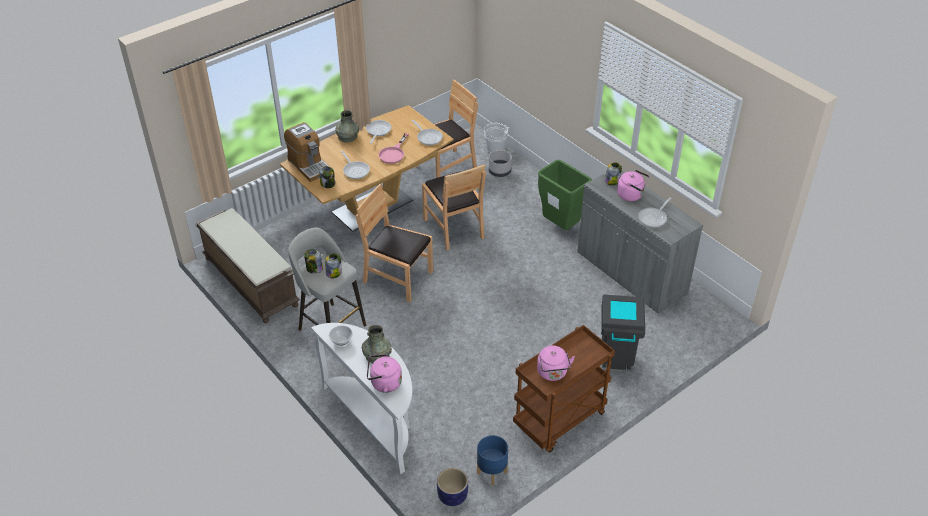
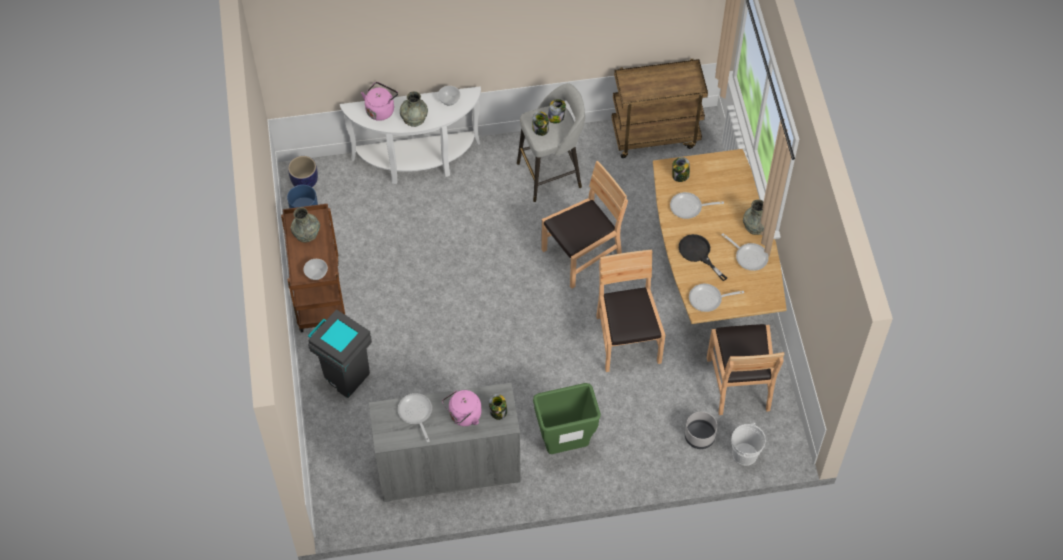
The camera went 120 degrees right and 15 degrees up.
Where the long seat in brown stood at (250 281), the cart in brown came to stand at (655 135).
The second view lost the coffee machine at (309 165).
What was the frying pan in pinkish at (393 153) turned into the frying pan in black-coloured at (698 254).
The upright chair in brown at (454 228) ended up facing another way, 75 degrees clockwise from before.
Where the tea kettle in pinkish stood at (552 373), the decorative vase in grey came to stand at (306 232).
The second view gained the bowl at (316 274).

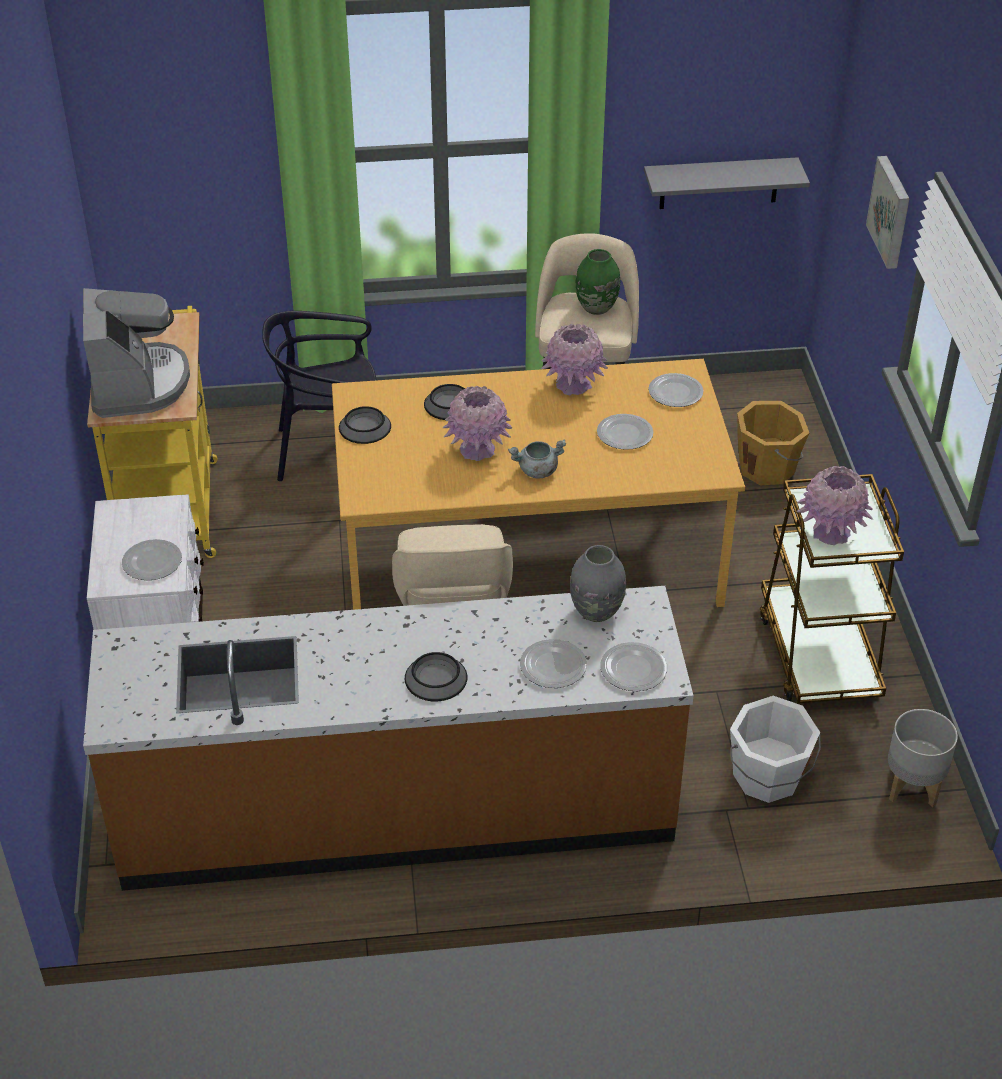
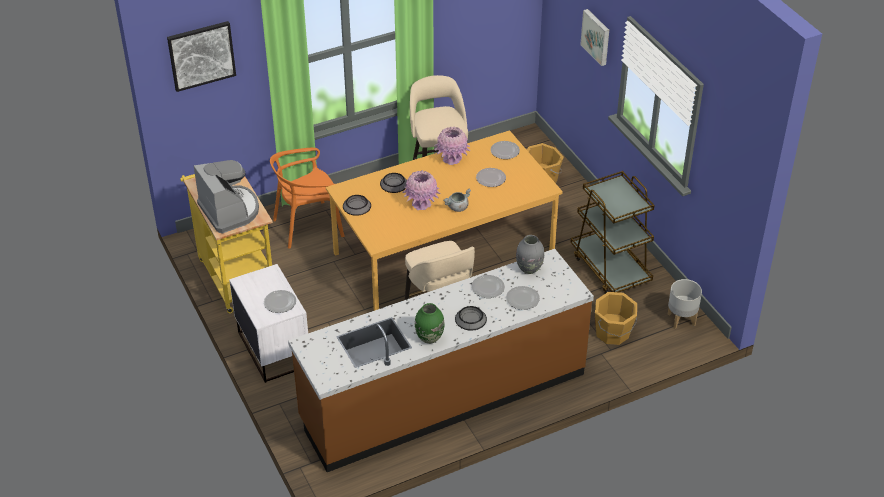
The camera went 20 degrees left and 0 degrees up.
What was the upright chair in black-coloured at (330 452) turned into the upright chair in orange at (308 226).
The decorative vase in green-coloured ended up elsewhere, having gone from (596 308) to (429 338).
The dinner plate ended up elsewhere, having gone from (633 668) to (487 287).
The second view lost the shelf in grey at (719 183).
What was the bucket in white at (767 777) turned into the bucket in orange at (613 333).
The second view lost the decorative vase in pinkish at (830 532).
The second view gained the wall art at (201 55).

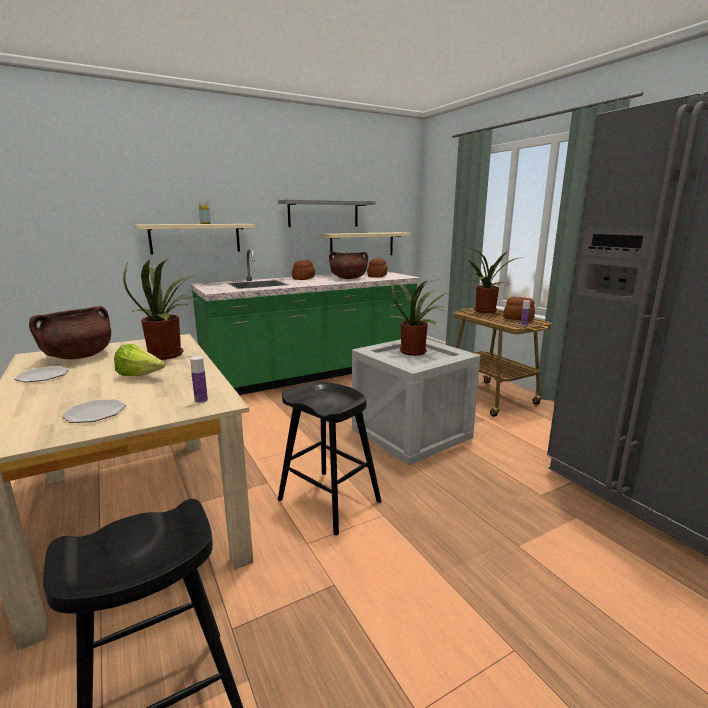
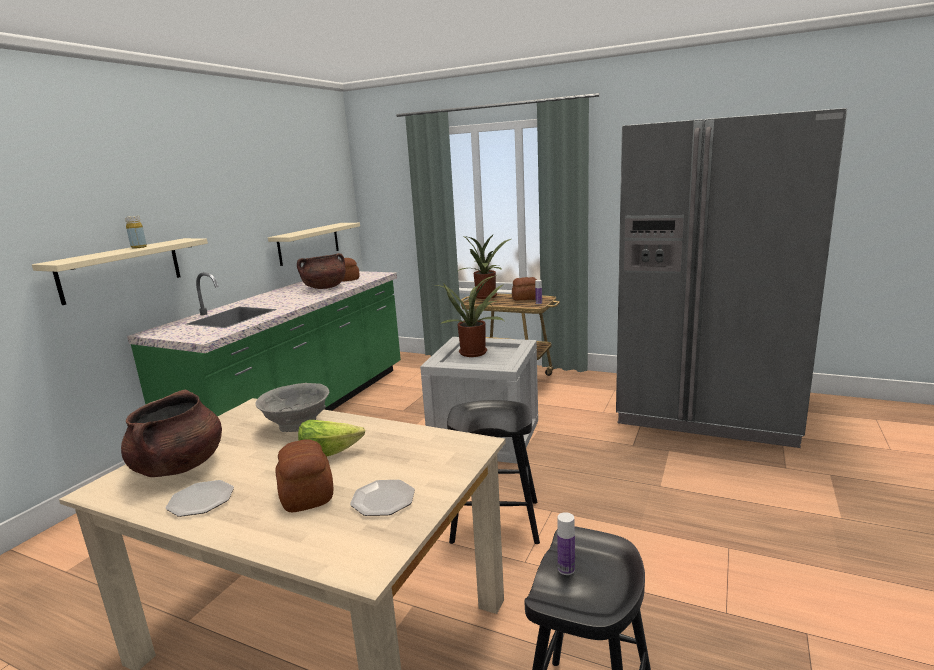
The camera went 35 degrees left and 0 degrees up.
Where the potted plant stood at (169 355), the bowl in grey came to stand at (297 425).
The bottle ended up elsewhere, having gone from (201 400) to (566 569).
The second view lost the shelf in grey at (323 214).
The bread ended up elsewhere, having gone from (303 278) to (306 494).

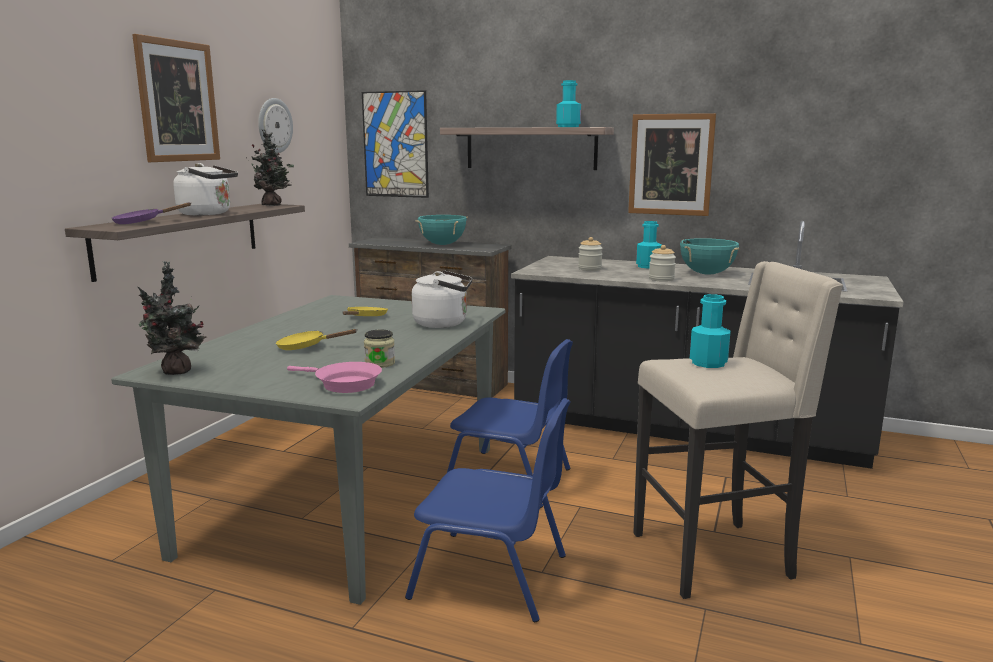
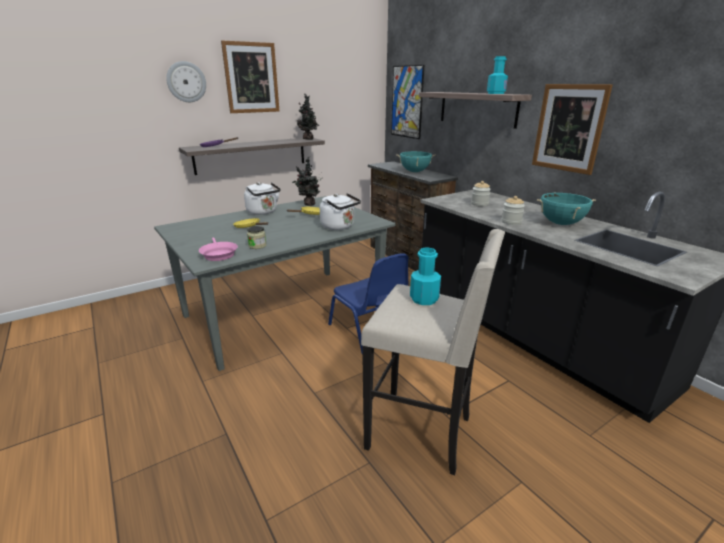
The camera went 35 degrees right and 10 degrees up.
The potted plant ended up elsewhere, having gone from (176 372) to (309 204).
The tea kettle in white ended up elsewhere, having gone from (208 214) to (263 212).
The wall clock ended up elsewhere, having gone from (274 125) to (186 82).
The second view lost the upright chair in bluish at (492 576).
The second view lost the bottle in turquoise at (648 266).

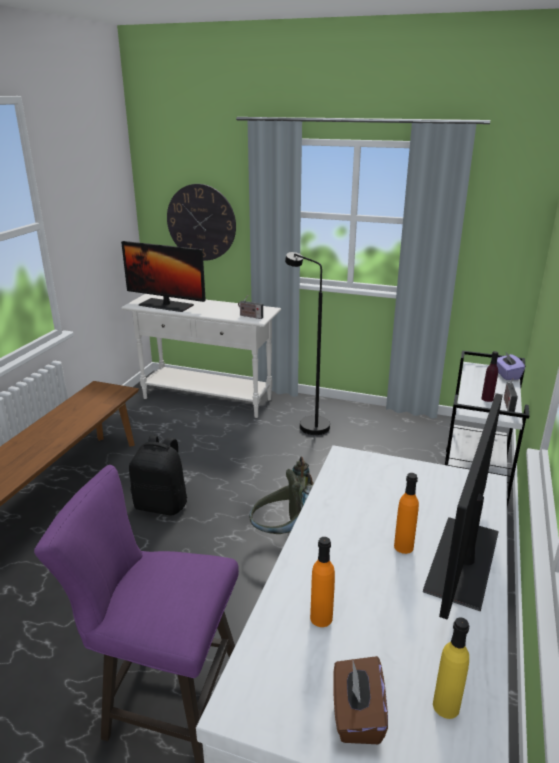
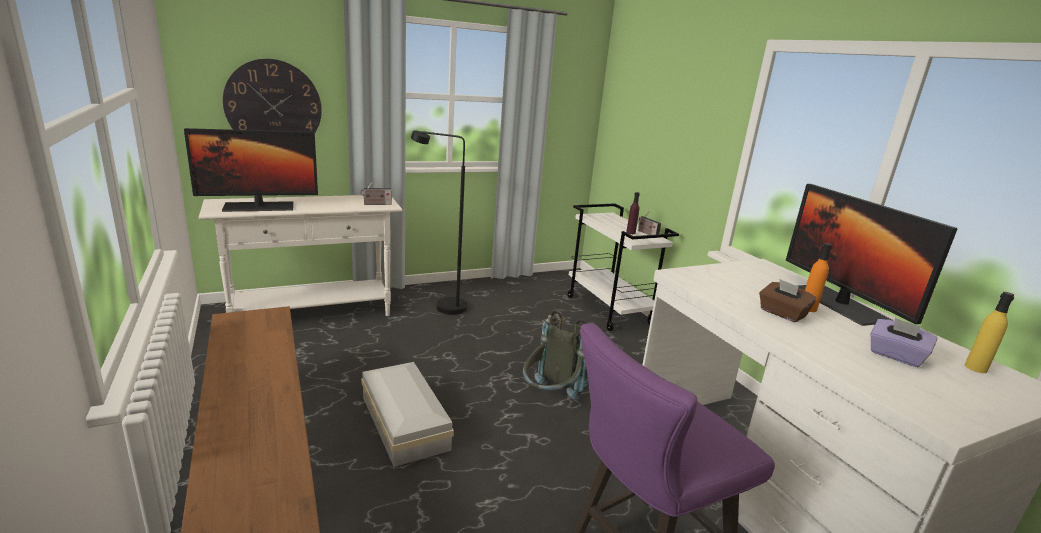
The camera went 45 degrees left and 5 degrees down.
Where the backpack in black-coloured stood at (162 505), the storage container in white came to stand at (405 421).
The second view lost the bottle in orange at (321 618).
The box of tissues in brown ended up elsewhere, having gone from (357 715) to (782 313).
The box of tissues in purple ended up elsewhere, having gone from (506 375) to (895 356).

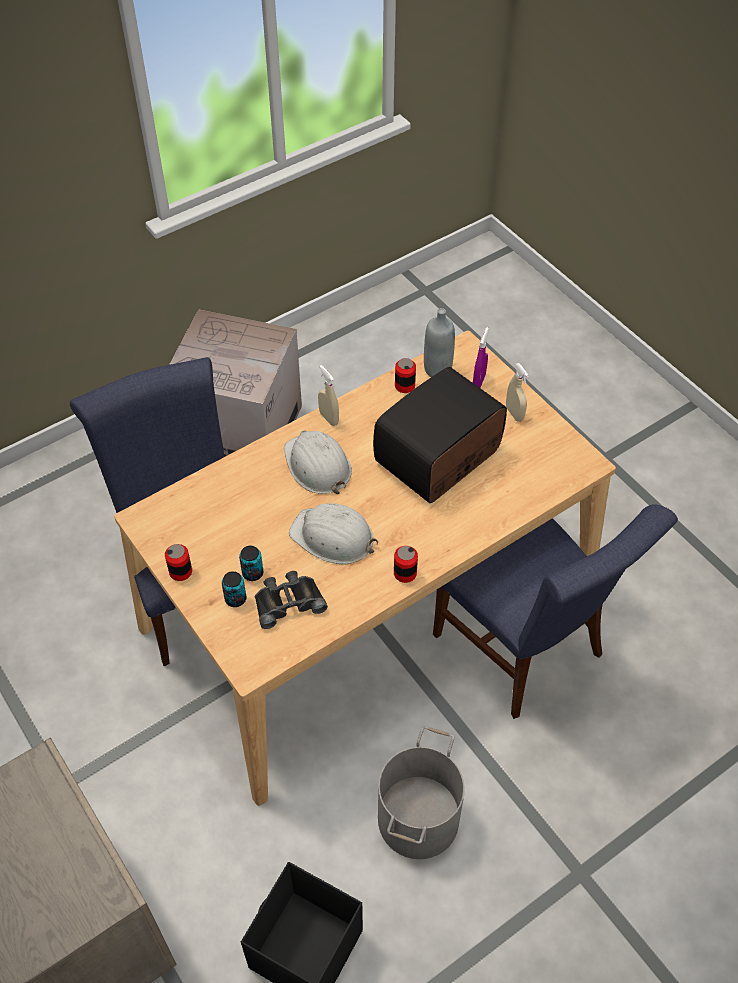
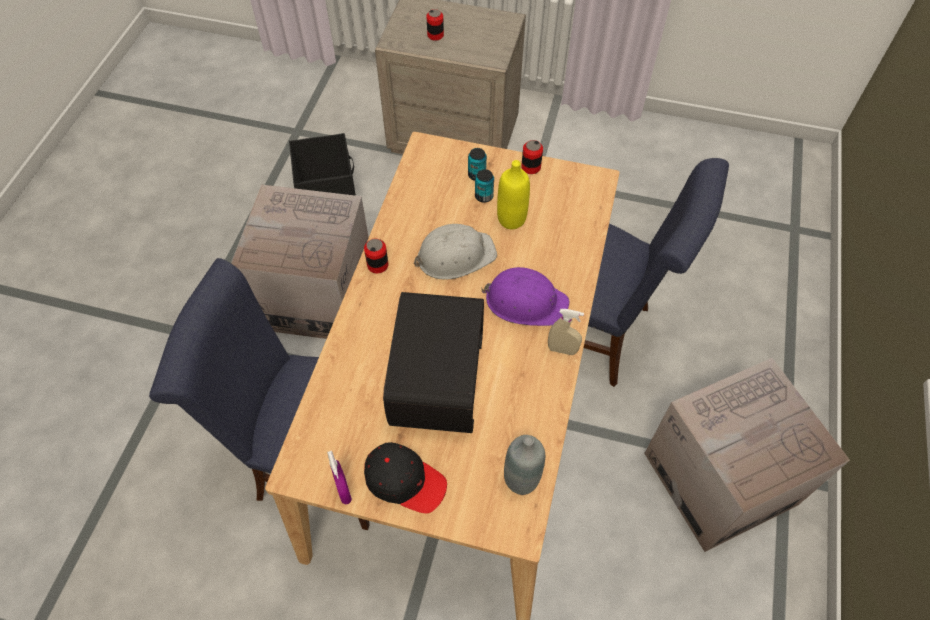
The camera went 140 degrees right and 5 degrees up.
The second view lost the pair of binoculars in black-coloured at (288 601).
What was the hard hat in white at (317 465) turned into the hard hat in purple at (525 301).
Where the bucket in grey stood at (417 818), the cardboard box came to stand at (316 295).
The sealed can ended up elsewhere, having gone from (404 386) to (435 35).
The spray bottle in purple ended up elsewhere, having gone from (479 381) to (344 490).
Where the spray bottle in sand-coloured stood at (514 413), the baseball cap in black-coloured came to stand at (405 480).
The second view gained the bottle in yellow at (511 219).

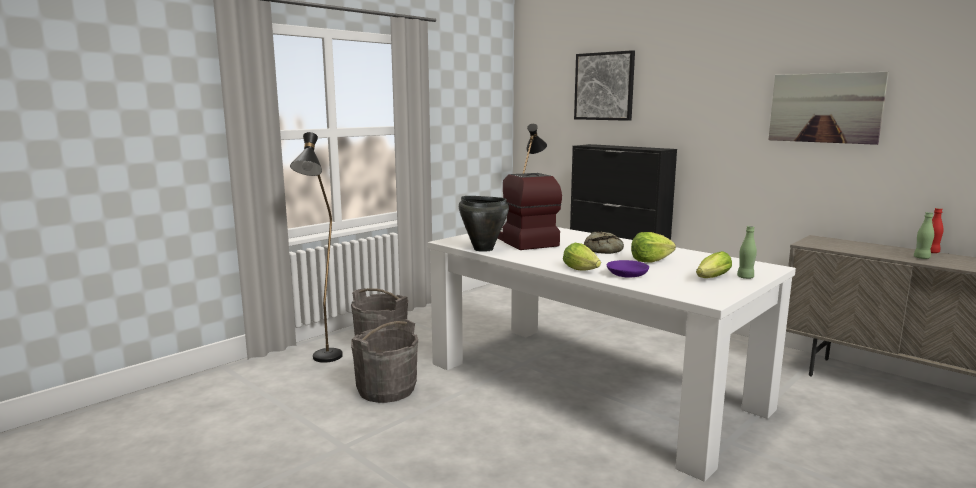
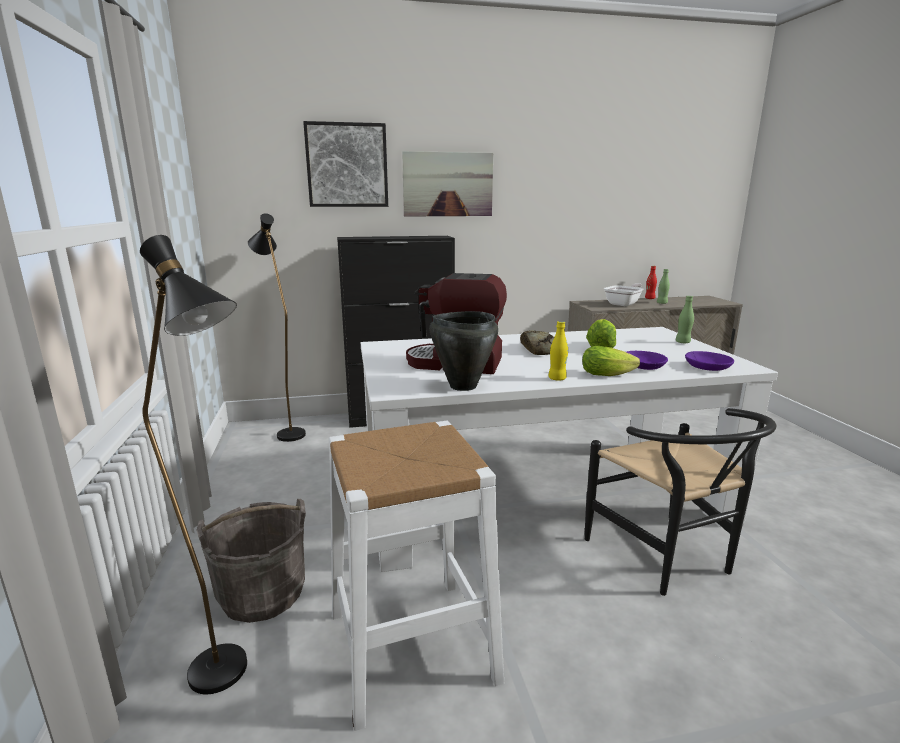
The camera went 55 degrees left and 5 degrees up.
Where the bucket in grey stood at (386 390), the stool in white came to stand at (411 645).
The second view lost the head of lettuce at (710 279).
The wall art ended up elsewhere, having gone from (825 108) to (448 184).
The second view gained the bottle in yellow at (557 379).
The second view gained the upright chair in black-coloured at (668 559).
The second view gained the frying pan at (624 304).
The second view gained the bowl in purple at (707 367).

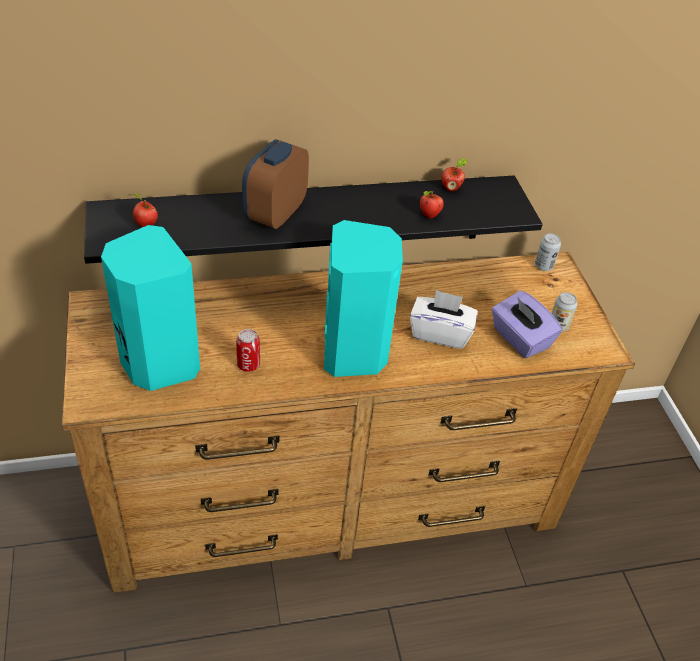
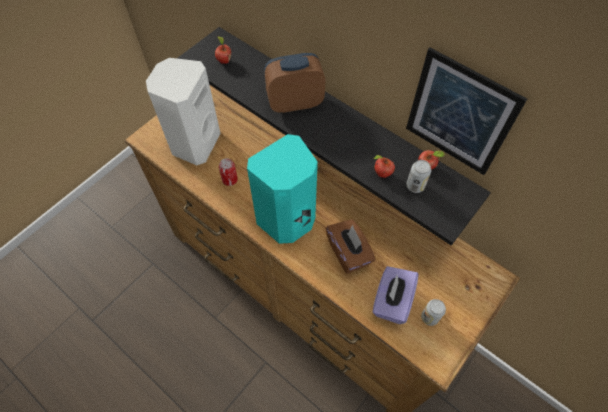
The camera went 55 degrees right and 15 degrees up.
What was the audio speaker in turquoise at (157 364) turned into the audio speaker in white at (194 143).
What was the box of tissues in white at (440 333) turned into the box of tissues in brown at (349 253).
The sealed can ended up elsewhere, having gone from (543 266) to (415 186).
The second view gained the wall art at (459 114).

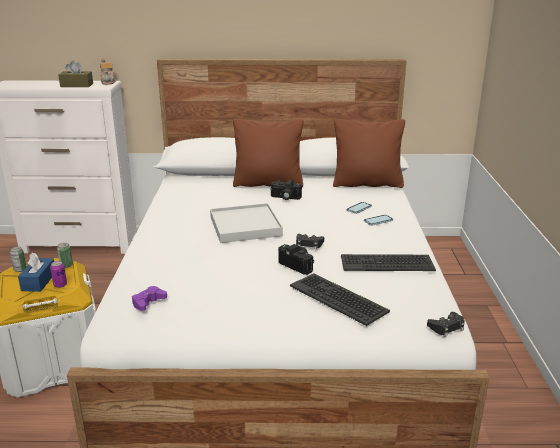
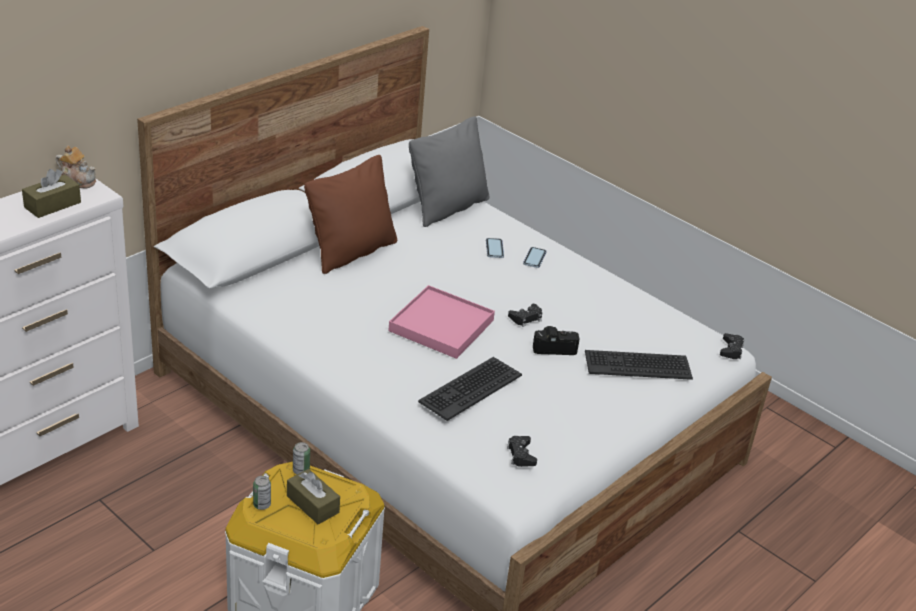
The camera went 50 degrees left and 10 degrees up.
What was the box of tissues in bluish at (39 281) turned into the box of tissues in brown at (313 504).
The second view lost the sealed can at (60 285).
What was the game controller in purple at (148 302) turned into the game controller in black-coloured at (521 455).
What was the carrying tray in white at (245 226) turned into the carrying tray in pinkish at (441 325).
The second view lost the photo camera at (285 197).
What was the pillow in brown at (367 184) turned into the pillow in grey at (448 208).
The keyboard ended up elsewhere, having gone from (387 263) to (470 388).

